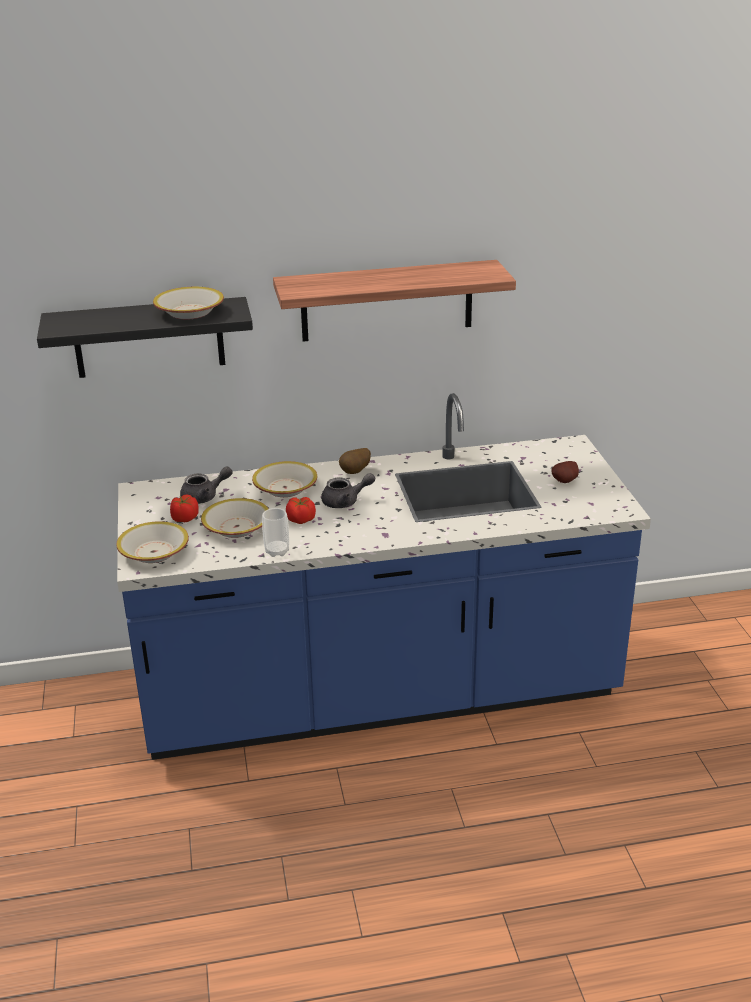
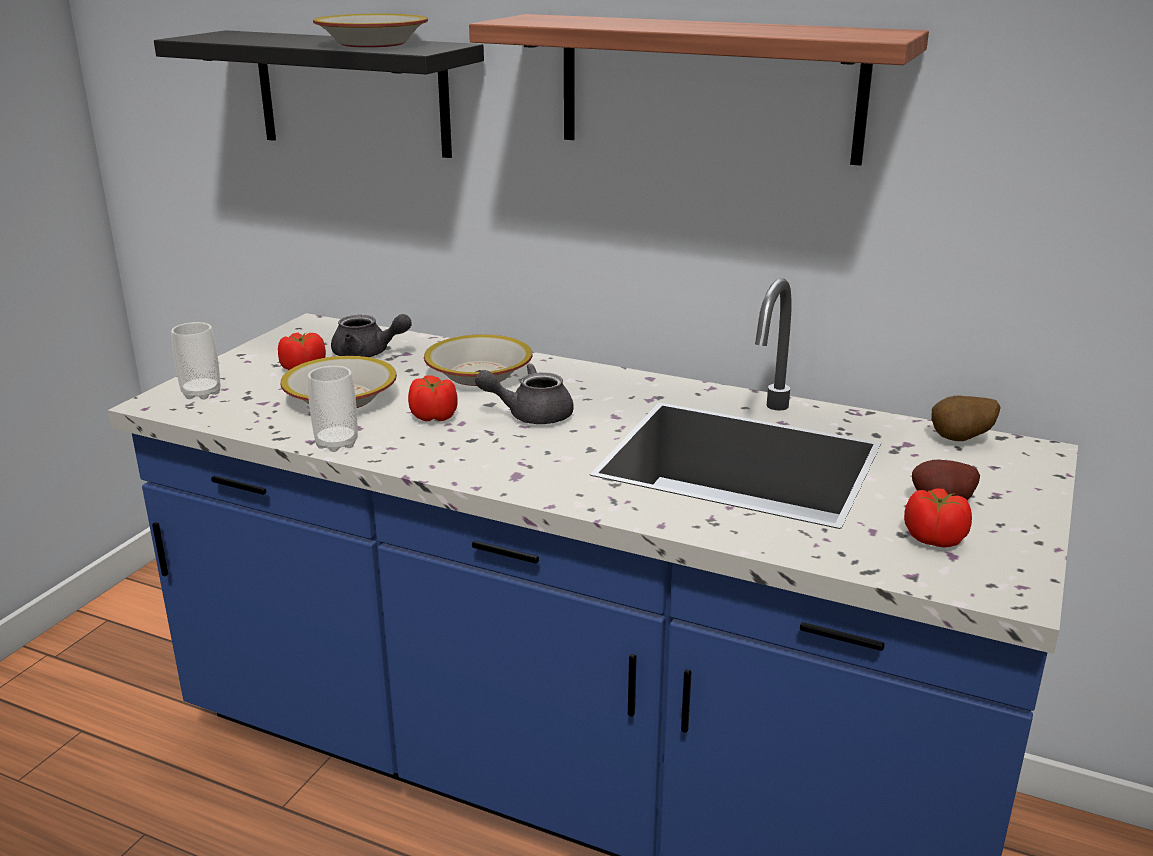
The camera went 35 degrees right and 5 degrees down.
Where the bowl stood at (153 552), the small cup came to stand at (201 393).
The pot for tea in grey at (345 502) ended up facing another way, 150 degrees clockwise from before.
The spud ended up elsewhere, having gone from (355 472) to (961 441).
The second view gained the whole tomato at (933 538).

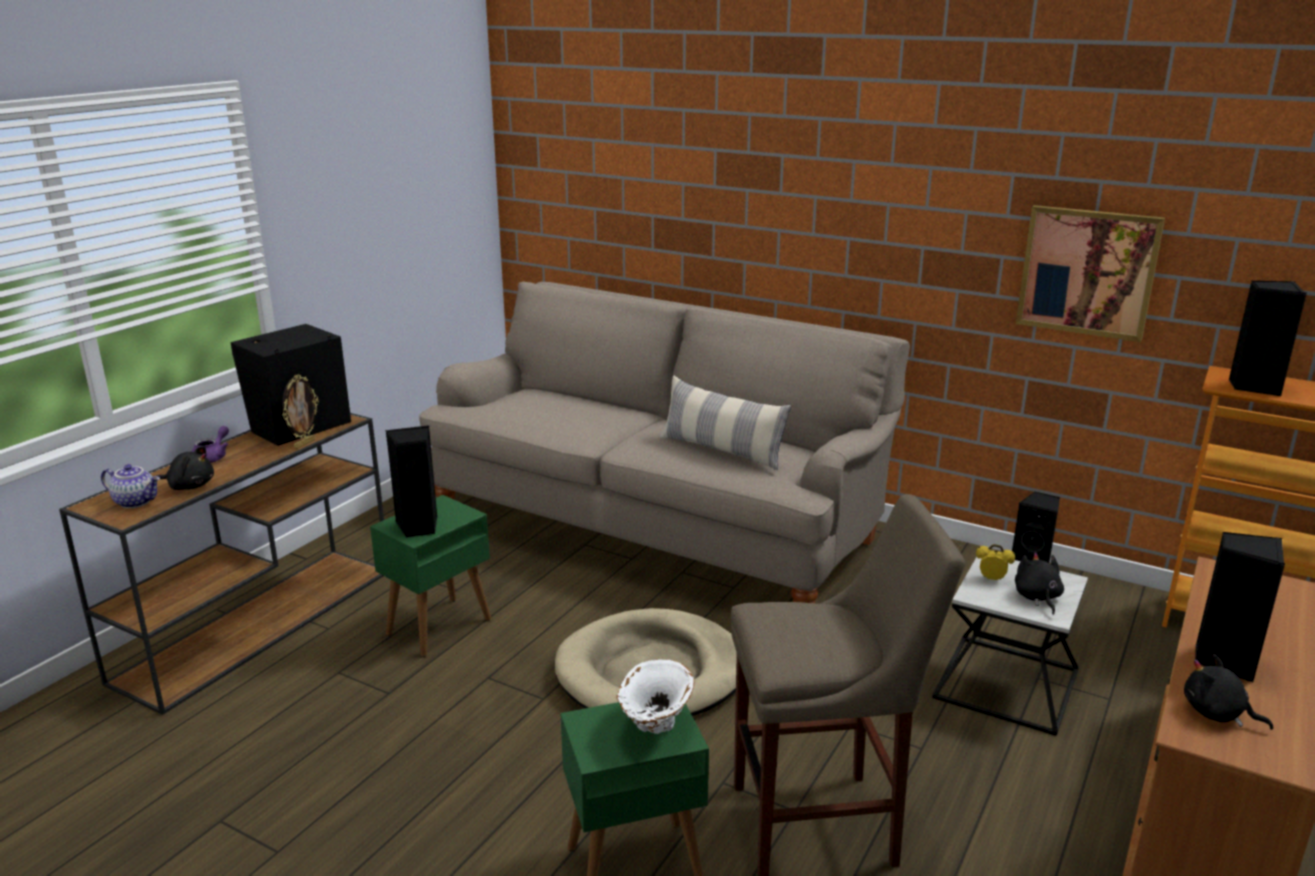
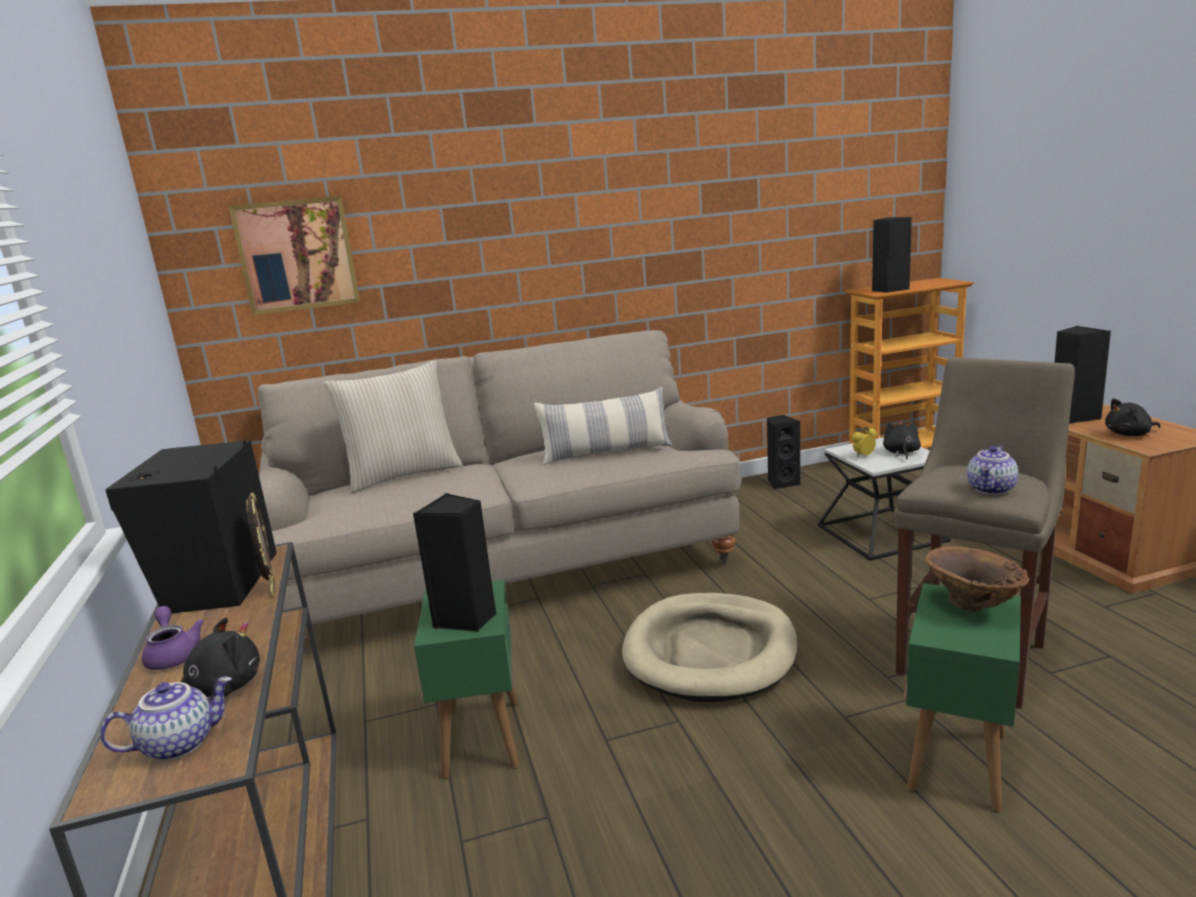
The camera went 45 degrees left and 5 degrees down.
What was the decorative vase in white at (654 728) turned into the decorative vase in brown at (972 608).
The soft toy in black-coloured at (1037 597) ended up facing another way, 60 degrees clockwise from before.
The wall art ended up elsewhere, having gone from (1087 272) to (297 255).
The second view gained the pillow in sand-coloured at (403 474).
The second view gained the pot for tea at (992 489).

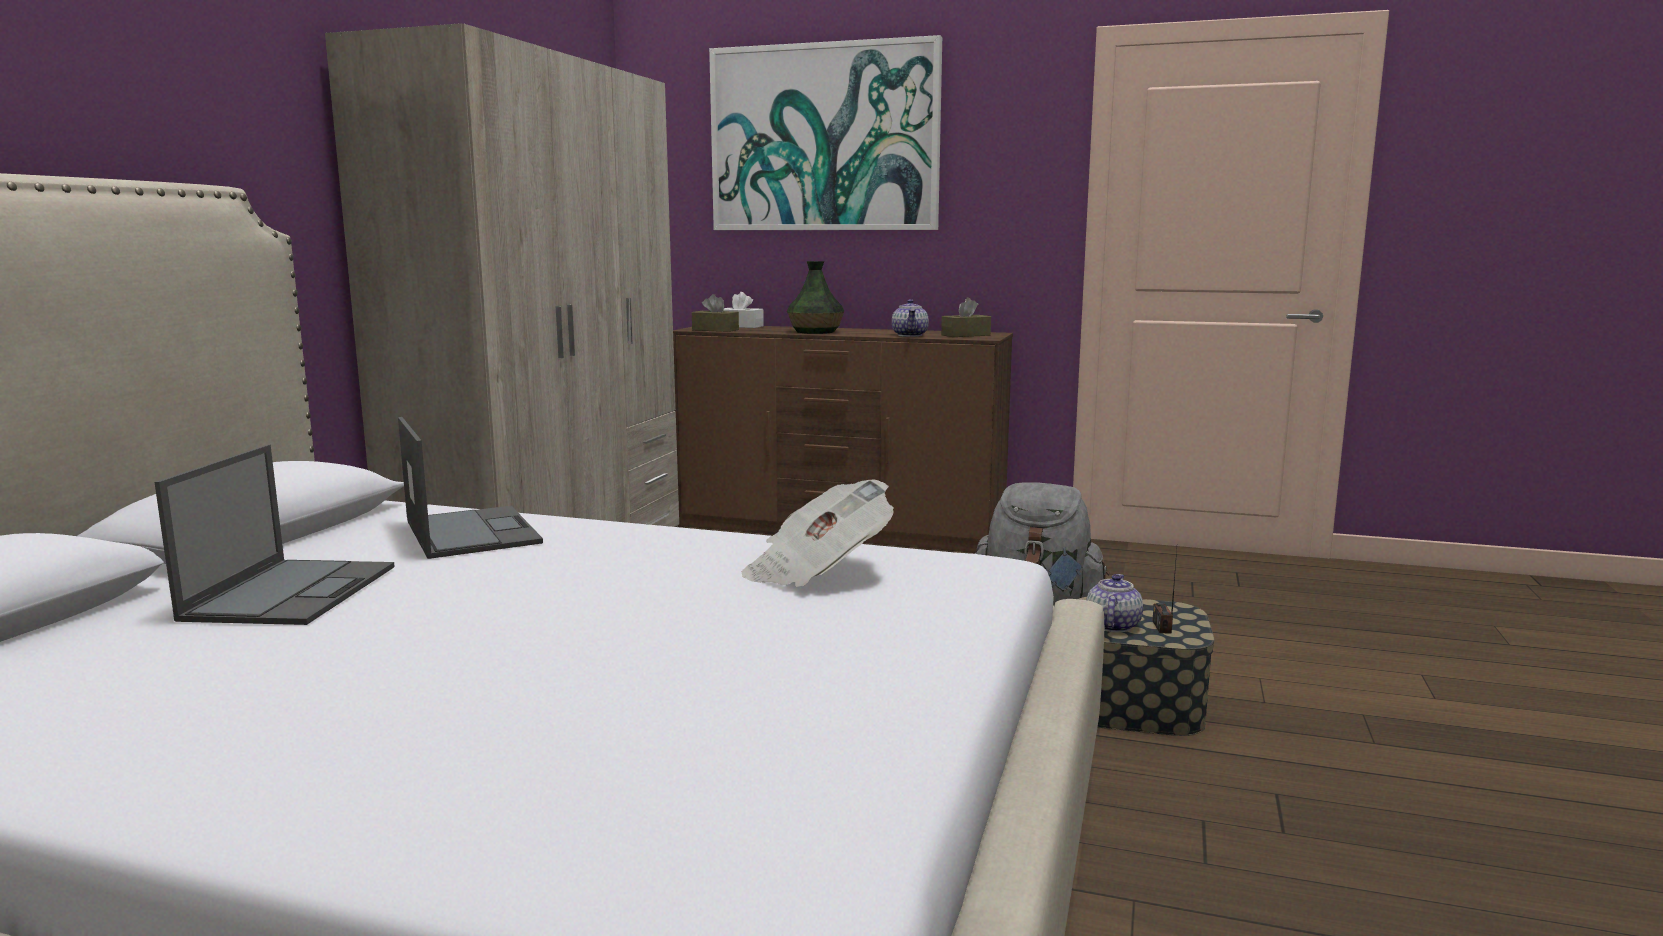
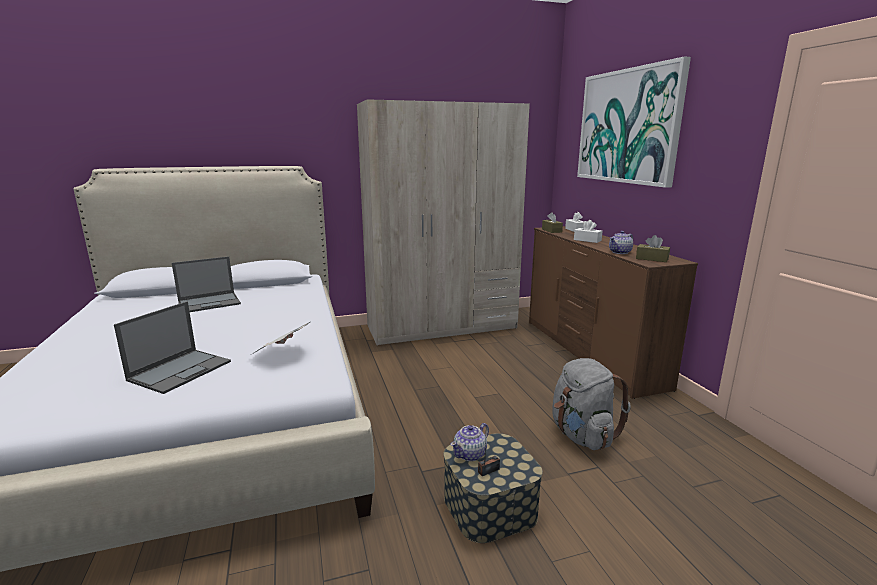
The camera went 55 degrees right and 5 degrees up.
The notebook computer ended up elsewhere, having gone from (471 532) to (181 370).
Where the decorative vase stood at (815 332), the box of tissues in white came to stand at (587 240).
The pot for tea at (1112 626) ended up facing another way, 150 degrees clockwise from before.

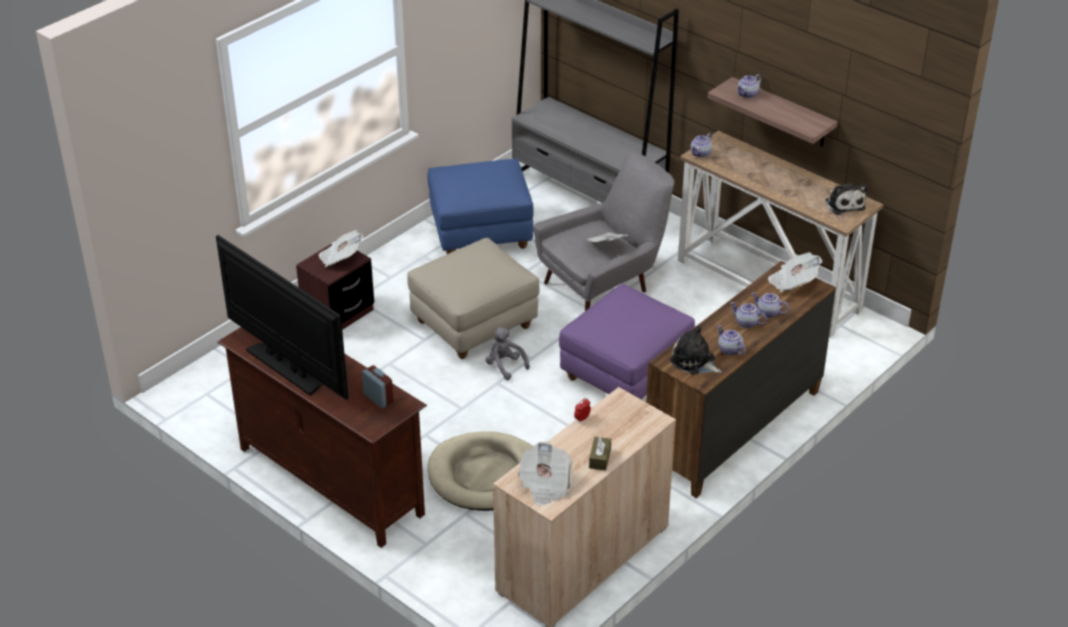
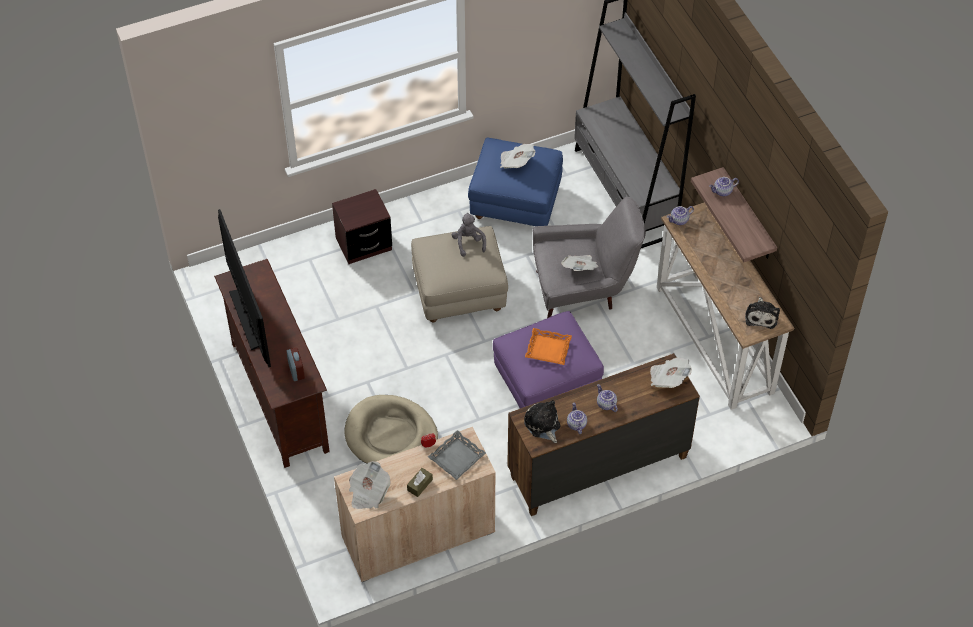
The camera went 25 degrees right and 15 degrees up.
The daily paper ended up elsewhere, having gone from (340 258) to (516 162).
The soft toy in grey ended up elsewhere, having gone from (505 366) to (468 242).
The second view lost the pot for tea at (768 313).
The second view gained the carrying tray in grey at (456 457).
The second view gained the carrying tray in orange at (548 349).

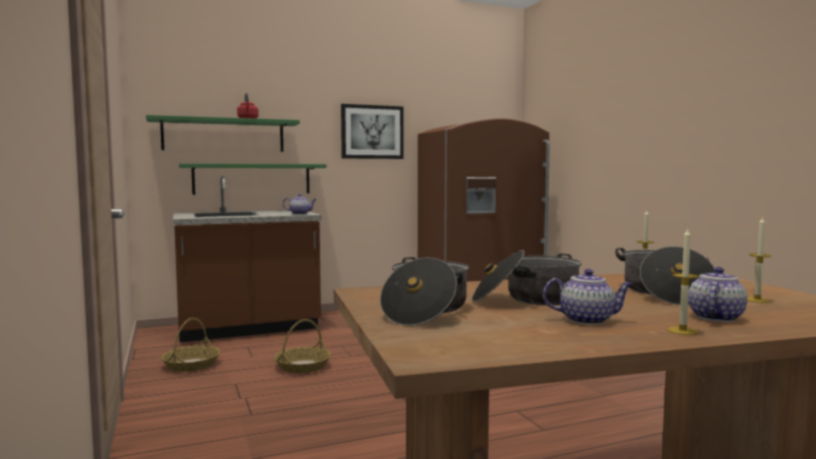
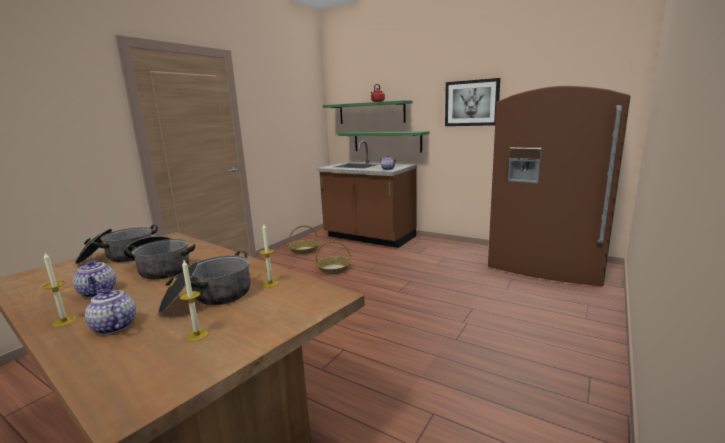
The camera went 55 degrees right and 10 degrees up.
The pot for tea at (715 317) ended up facing another way, 135 degrees counterclockwise from before.

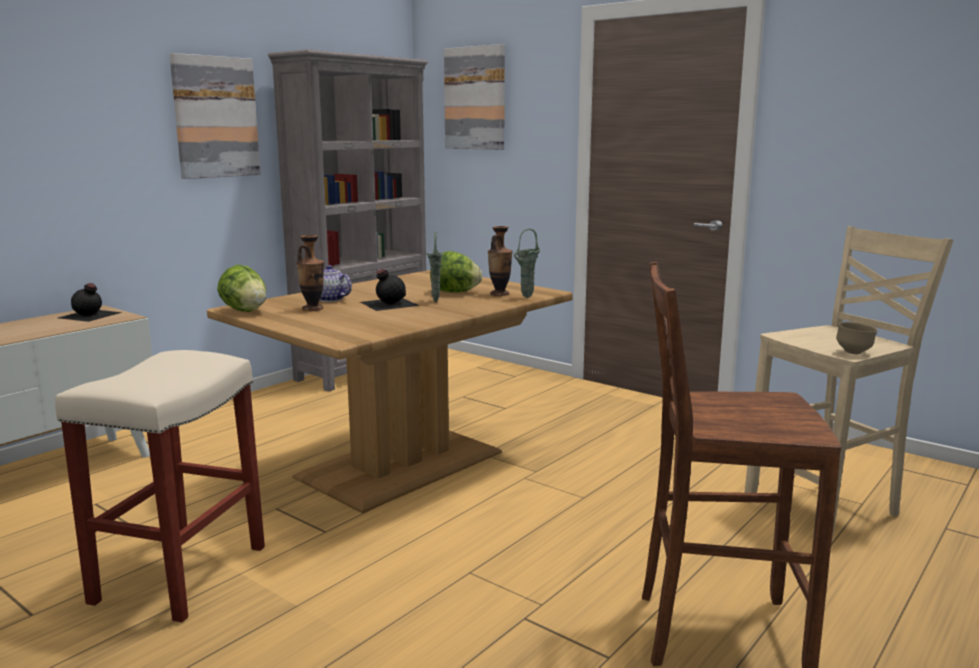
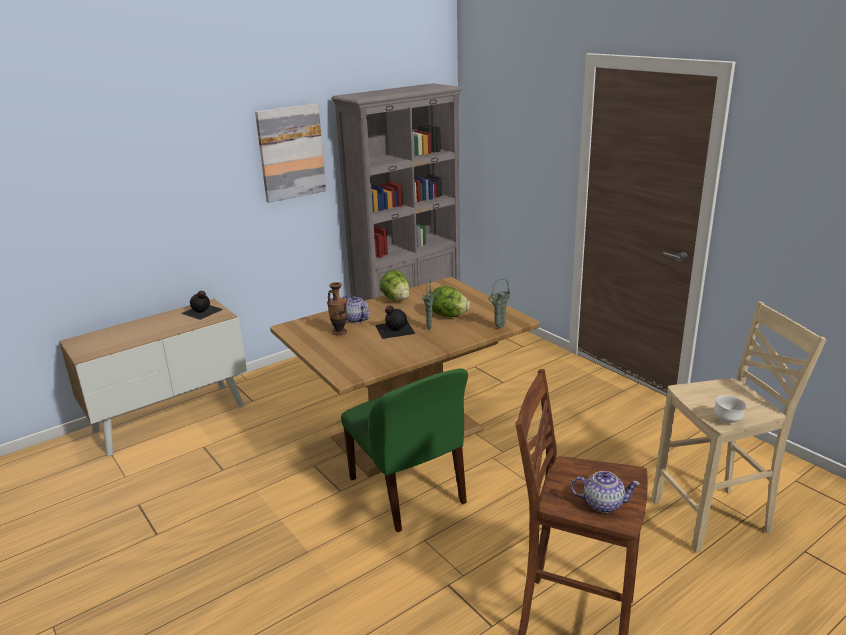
The camera went 15 degrees right and 10 degrees up.
The second view lost the stool in sand-coloured at (180 575).
The head of lettuce ended up elsewhere, having gone from (245 311) to (396 299).
The second view lost the wall art at (475 98).
The second view lost the decorative vase at (499 294).
What was the bowl in brown at (854 353) turned into the bowl in white at (728 421).
The second view gained the upright chair in green-coloured at (408 492).
The second view gained the pot for tea at (602 503).

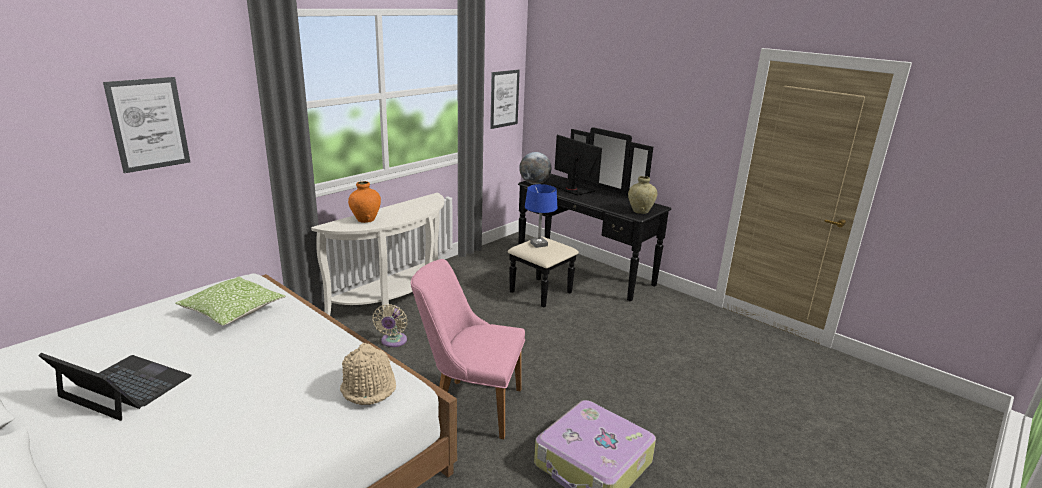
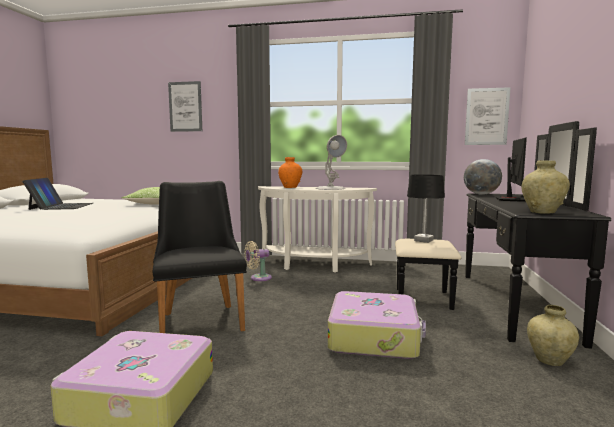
The camera went 60 degrees right and 15 degrees down.
The second view lost the hat in sand-coloured at (369 387).
What was the upright chair in pinkish at (469 405) turned into the upright chair in black-coloured at (200 318).
What was the table lamp in bluish at (539 244) turned into the table lamp in black-coloured at (423 240).
The second view gained the table lamp in white at (330 188).
The second view gained the travel case at (374 336).
The second view gained the decorative vase in sand-coloured at (549 360).

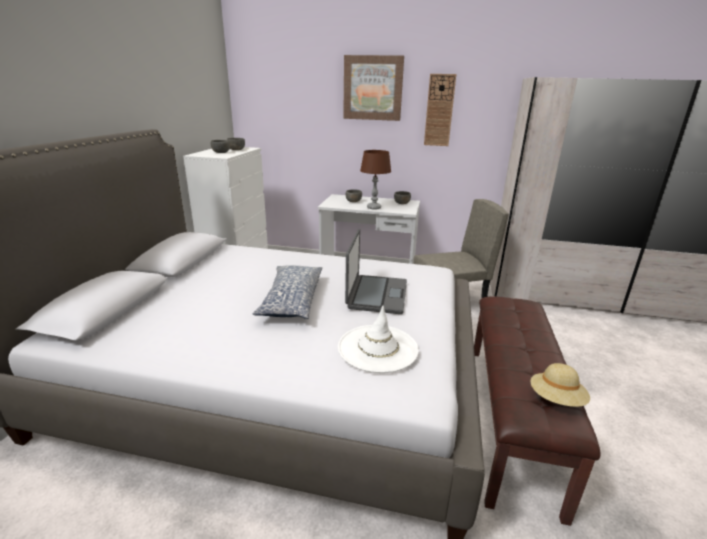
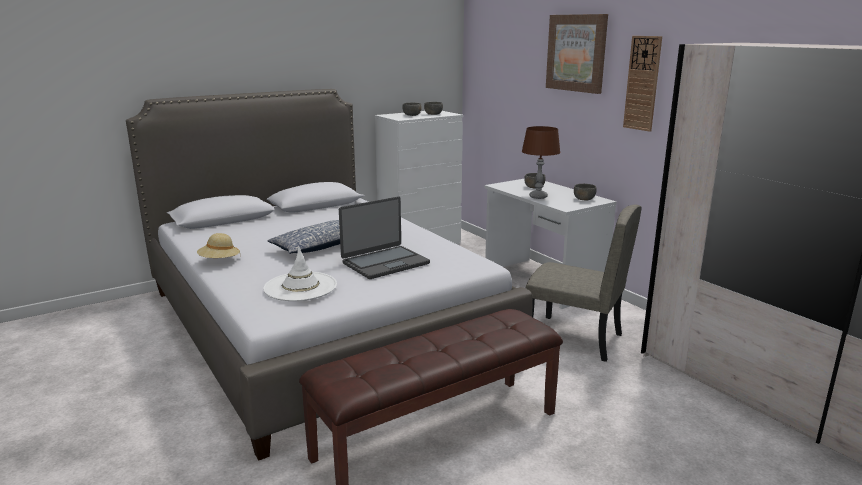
The camera went 45 degrees right and 5 degrees down.
The hat in sand-coloured ended up elsewhere, having gone from (556 399) to (219 261).

